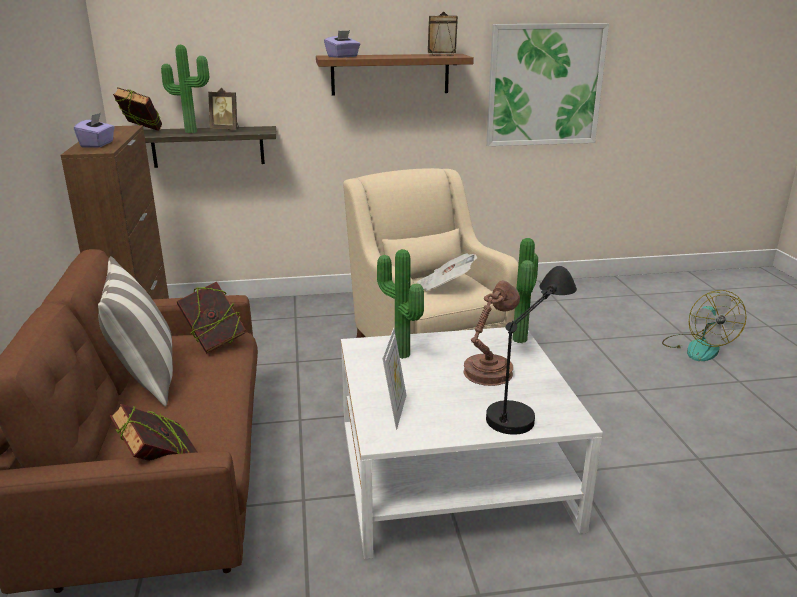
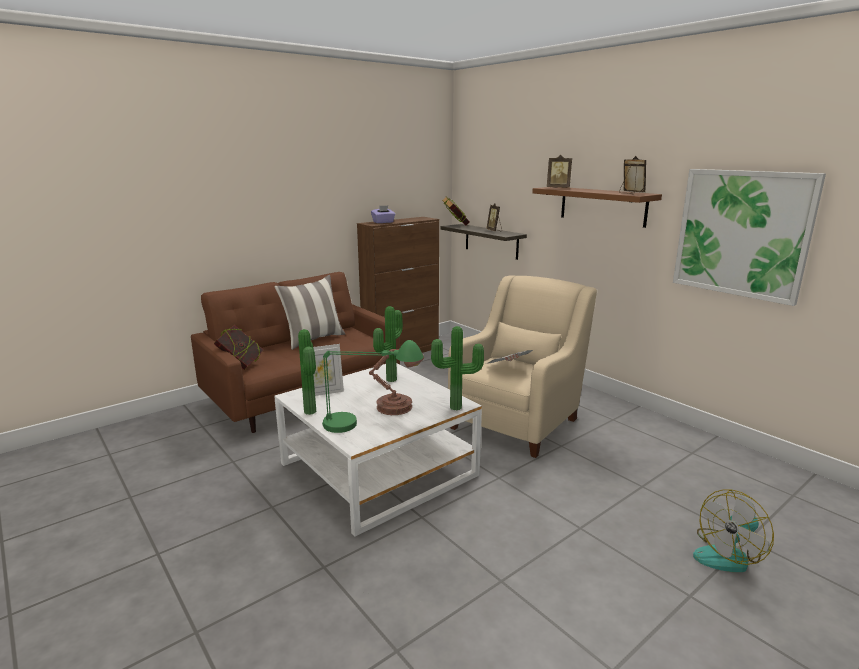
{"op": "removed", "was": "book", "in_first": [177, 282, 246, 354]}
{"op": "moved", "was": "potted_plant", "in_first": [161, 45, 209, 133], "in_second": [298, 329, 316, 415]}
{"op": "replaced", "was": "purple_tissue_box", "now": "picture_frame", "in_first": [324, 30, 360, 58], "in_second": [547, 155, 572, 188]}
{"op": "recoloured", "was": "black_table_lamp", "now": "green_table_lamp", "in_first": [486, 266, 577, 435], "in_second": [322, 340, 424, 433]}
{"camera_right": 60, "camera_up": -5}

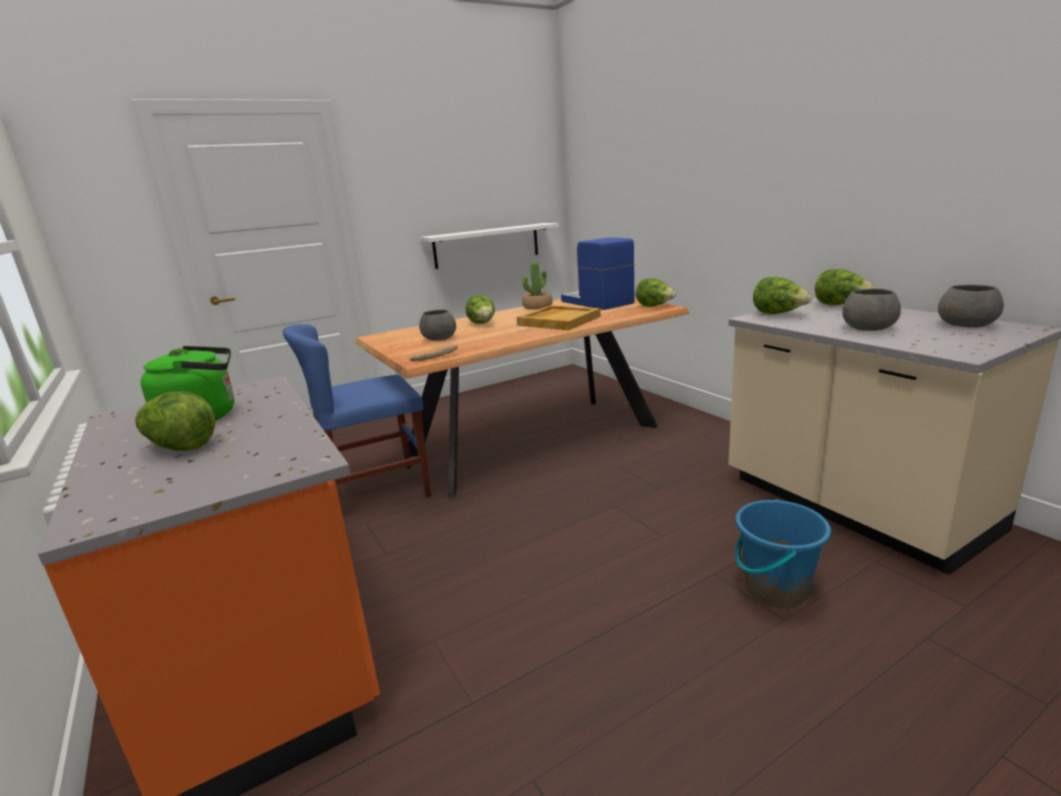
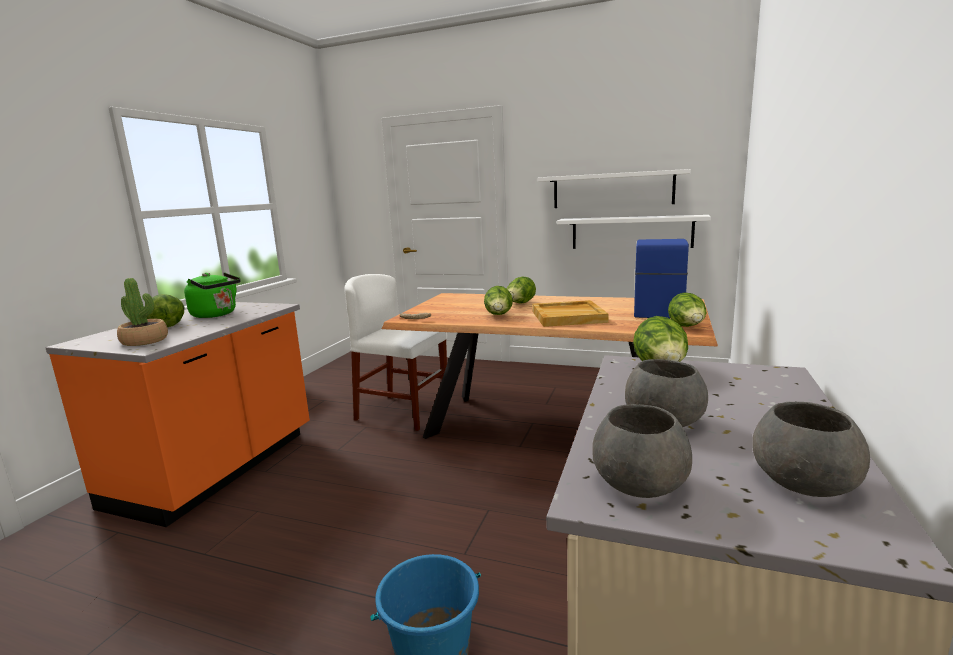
{"op": "added", "now": "white_shelf", "in_second": [537, 169, 691, 208]}
{"op": "moved", "was": "grey_bowl", "in_first": [419, 310, 456, 341], "in_second": [592, 404, 692, 498]}
{"op": "moved", "was": "potted_plant", "in_first": [522, 261, 553, 310], "in_second": [117, 278, 168, 346]}
{"op": "moved", "was": "lettuce", "in_first": [815, 269, 875, 305], "in_second": [484, 286, 513, 315]}
{"op": "recoloured", "was": "blue_chair", "now": "white_chair", "in_first": [283, 324, 431, 498], "in_second": [344, 274, 447, 431]}
{"camera_right": 50, "camera_up": -5}

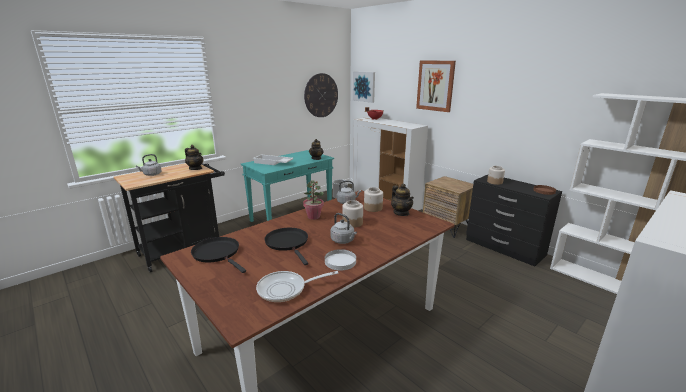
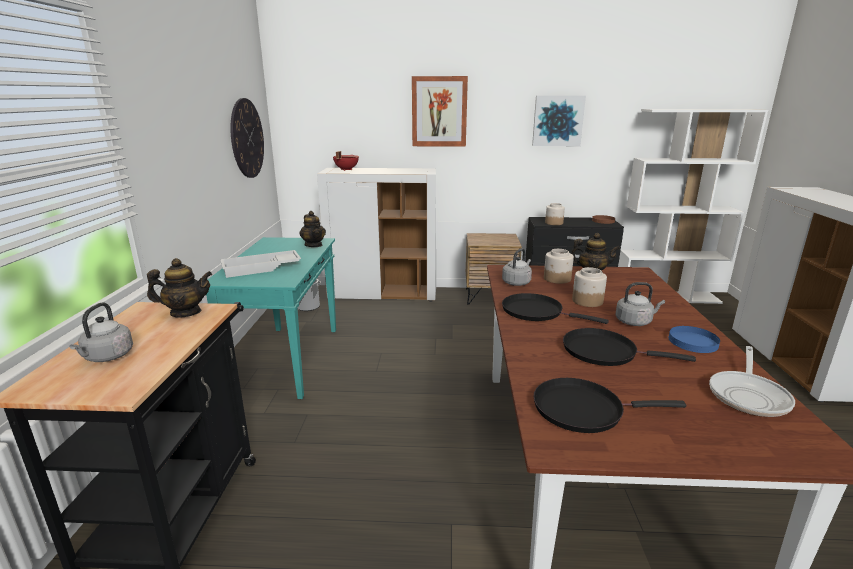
{"op": "moved", "was": "picture", "in_first": [353, 72, 375, 103], "in_second": [532, 96, 586, 146]}
{"op": "replaced", "was": "potted_plant", "now": "black_frying_pan", "in_first": [303, 180, 324, 220], "in_second": [502, 293, 609, 324]}
{"op": "recoloured", "was": "white_plate", "now": "blue_plate", "in_first": [325, 249, 356, 270], "in_second": [668, 326, 720, 353]}
{"camera_right": -45, "camera_up": 0}

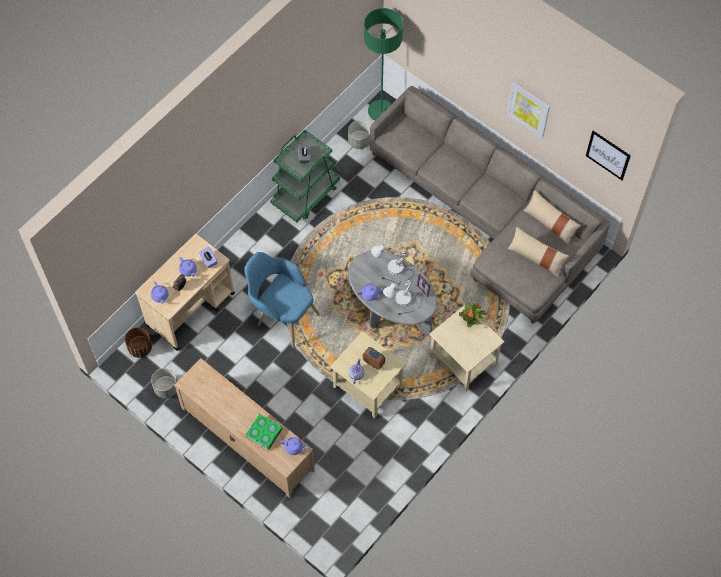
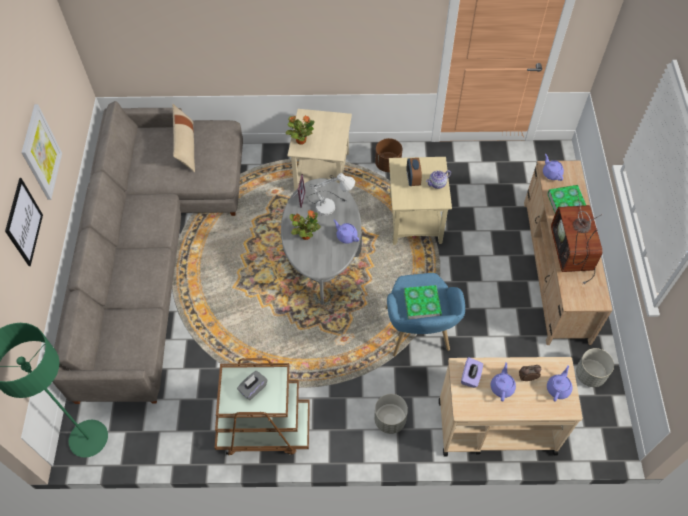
{"op": "removed", "was": "beige_pillow", "in_first": [524, 190, 581, 245]}
{"op": "added", "now": "book", "in_second": [404, 285, 442, 319]}
{"op": "added", "now": "television", "in_second": [551, 190, 603, 284]}
{"op": "moved", "was": "brown_planter", "in_first": [125, 327, 152, 358], "in_second": [375, 138, 402, 172]}
{"op": "moved", "was": "grey_planter", "in_first": [348, 120, 370, 149], "in_second": [374, 394, 408, 434]}
{"op": "moved", "was": "picture", "in_first": [586, 131, 631, 180], "in_second": [5, 178, 43, 266]}
{"op": "replaced", "was": "white_table_lamp", "now": "potted_plant", "in_first": [371, 244, 413, 283], "in_second": [290, 210, 321, 240]}
{"op": "recoloured", "was": "green_cart", "now": "brown_cart", "in_first": [270, 130, 340, 223], "in_second": [215, 358, 310, 456]}
{"camera_right": -130, "camera_up": -5}

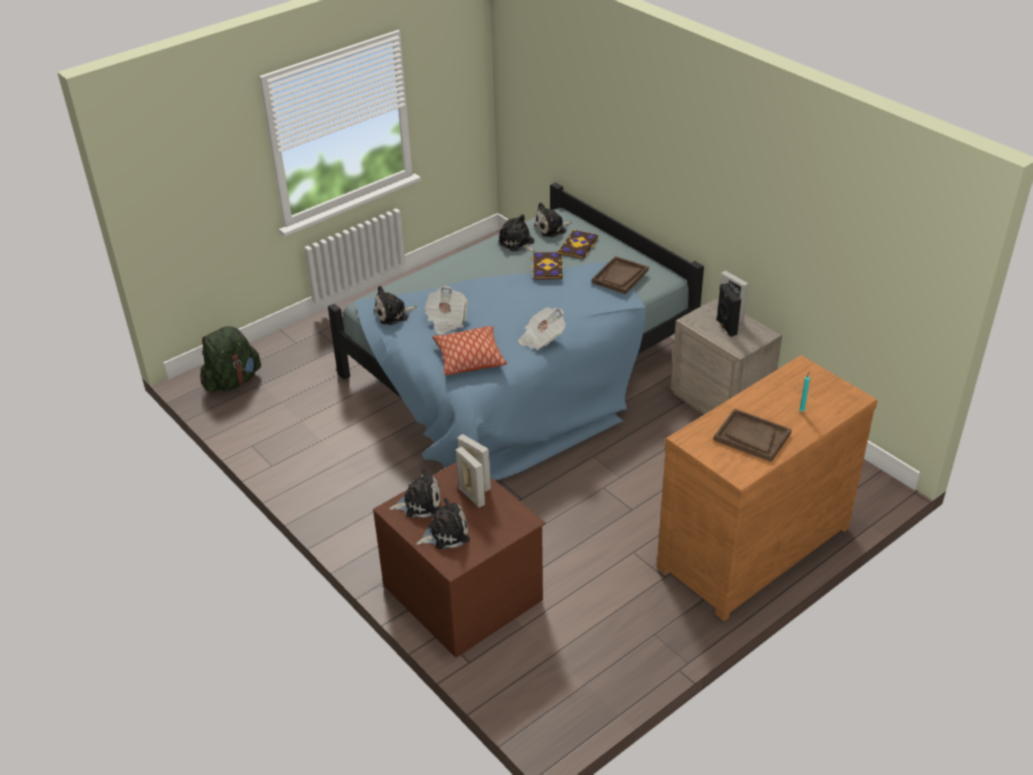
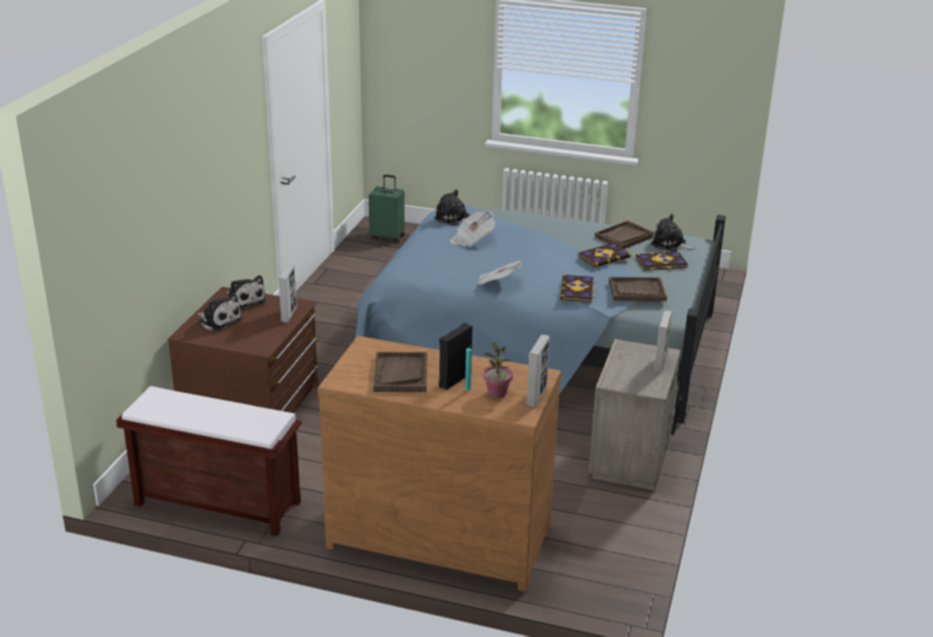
{"op": "removed", "was": "pillow", "in_first": [432, 326, 507, 375]}
{"op": "added", "now": "brown_bench", "in_second": [116, 386, 302, 536]}
{"op": "added", "now": "potted_plant", "in_second": [483, 341, 513, 398]}
{"op": "added", "now": "book", "in_second": [560, 274, 596, 302]}
{"op": "moved", "was": "picture_frame", "in_first": [456, 447, 485, 508], "in_second": [526, 334, 550, 407]}
{"op": "moved", "was": "black_speaker", "in_first": [716, 283, 741, 337], "in_second": [439, 323, 472, 390]}
{"op": "replaced", "was": "green_backpack", "now": "green_suitcase", "in_first": [200, 326, 261, 392], "in_second": [369, 175, 405, 243]}
{"op": "replaced", "was": "plush_toy", "now": "brown_tray", "in_first": [498, 214, 536, 252], "in_second": [595, 220, 654, 249]}
{"camera_right": 55, "camera_up": -10}

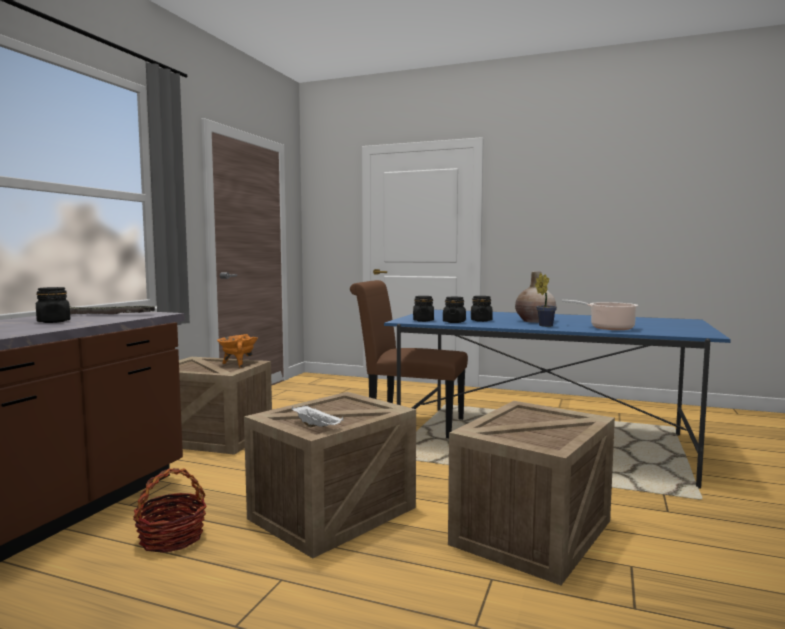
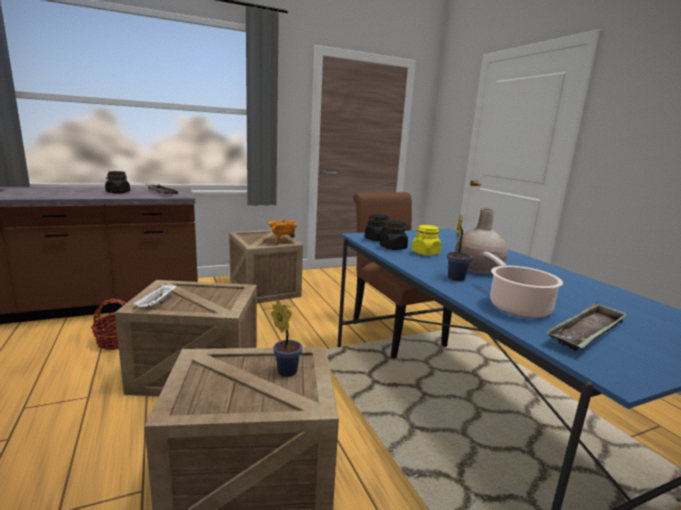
{"op": "added", "now": "potted_plant", "in_second": [271, 300, 302, 377]}
{"op": "added", "now": "tray", "in_second": [547, 302, 628, 351]}
{"op": "recoloured", "was": "black_jar", "now": "yellow_jar", "in_first": [471, 296, 493, 322], "in_second": [412, 225, 441, 256]}
{"camera_right": 45, "camera_up": 10}

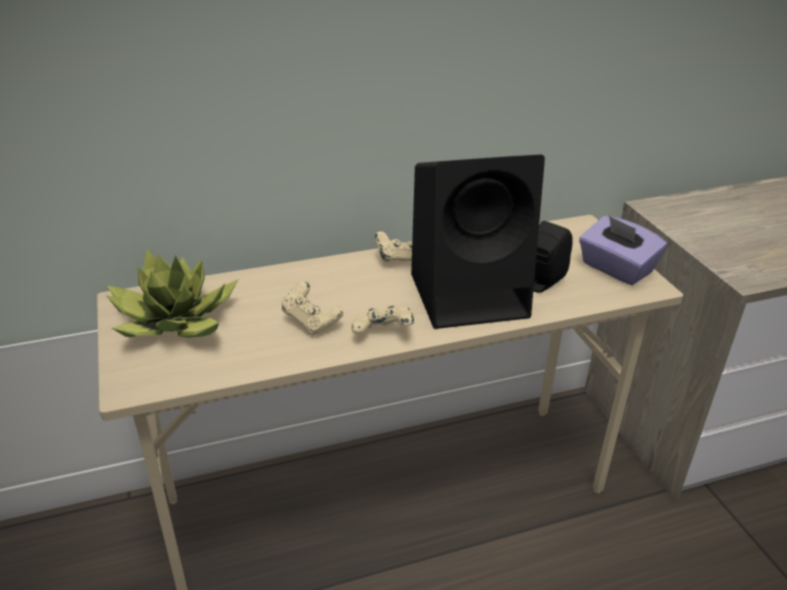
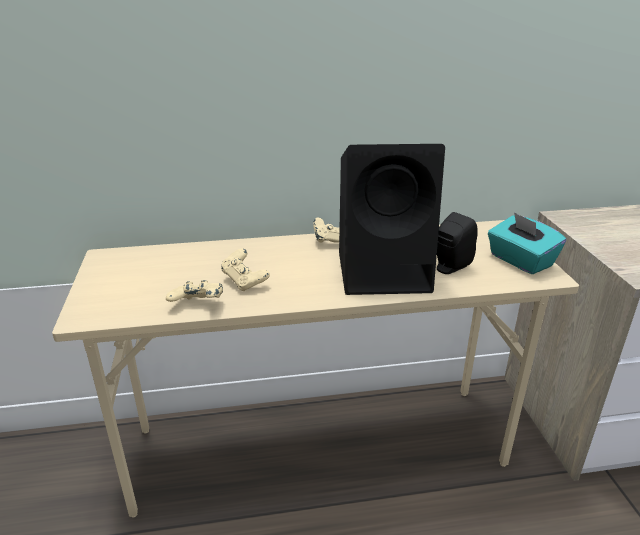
{"op": "removed", "was": "potted_plant", "in_first": [107, 250, 238, 338]}
{"op": "moved", "was": "beige_game_controller", "in_first": [352, 305, 414, 334], "in_second": [166, 280, 223, 302]}
{"op": "recoloured", "was": "purple_tissue_box", "now": "turquoise_tissue_box", "in_first": [579, 216, 667, 285], "in_second": [488, 212, 566, 275]}
{"camera_right": 10, "camera_up": -5}

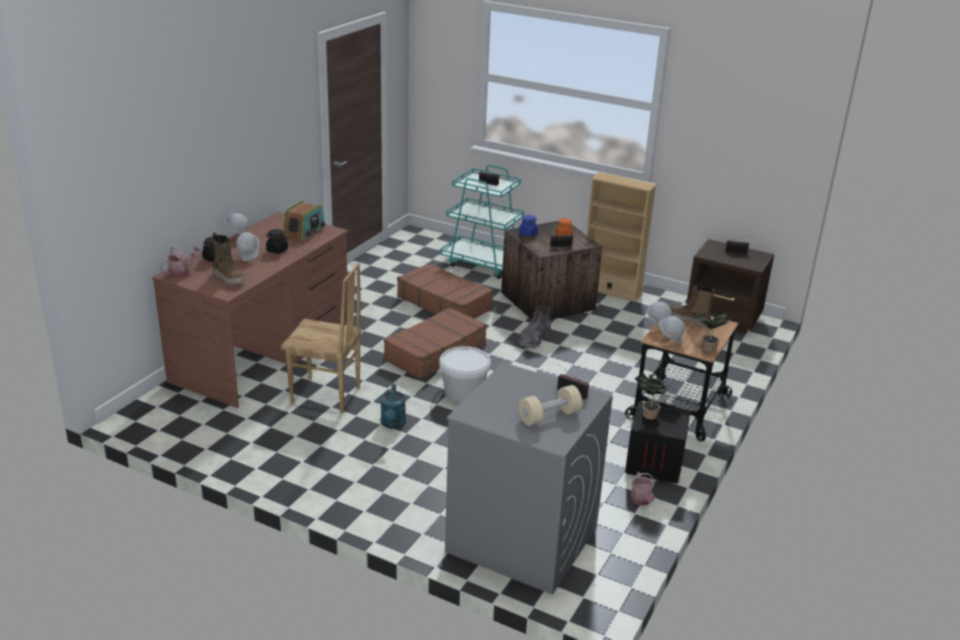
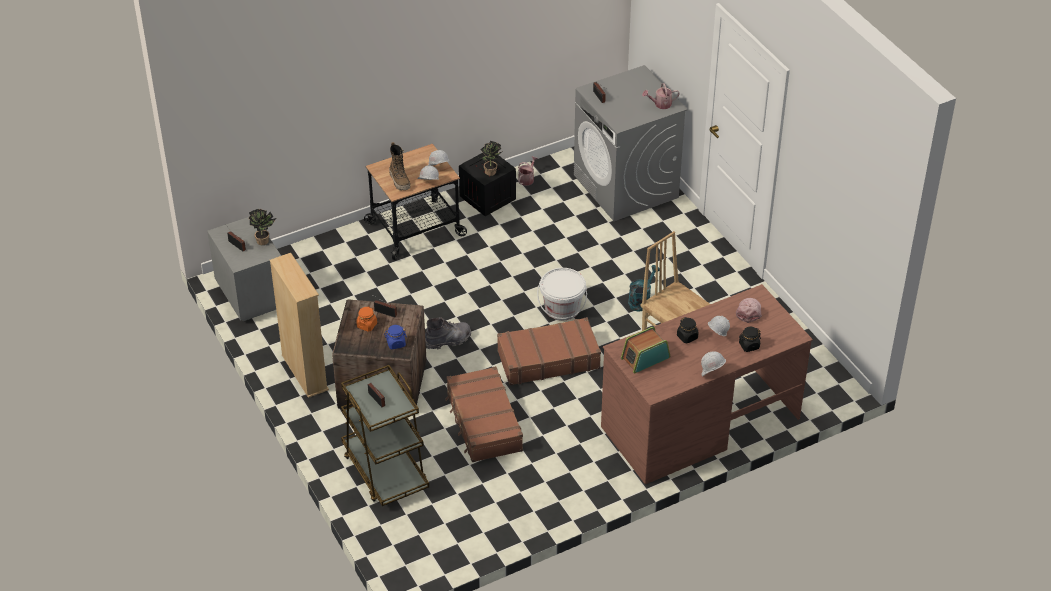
{"op": "removed", "was": "beige_dumbbell", "in_first": [519, 385, 582, 426]}
{"op": "moved", "was": "watering_can", "in_first": [160, 245, 201, 278], "in_second": [642, 83, 680, 109]}
{"op": "moved", "was": "potted_plant", "in_first": [694, 310, 732, 352], "in_second": [249, 209, 276, 245]}
{"op": "replaced", "was": "boot", "now": "pink_cap", "in_first": [212, 232, 245, 285], "in_second": [736, 298, 762, 323]}
{"op": "recoloured", "was": "turquoise_cart", "now": "brown_cart", "in_first": [439, 165, 524, 279], "in_second": [341, 365, 429, 506]}
{"op": "recoloured", "was": "brown_nightstand", "now": "grey_nightstand", "in_first": [687, 239, 774, 334], "in_second": [207, 217, 281, 321]}
{"camera_right": -145, "camera_up": 15}

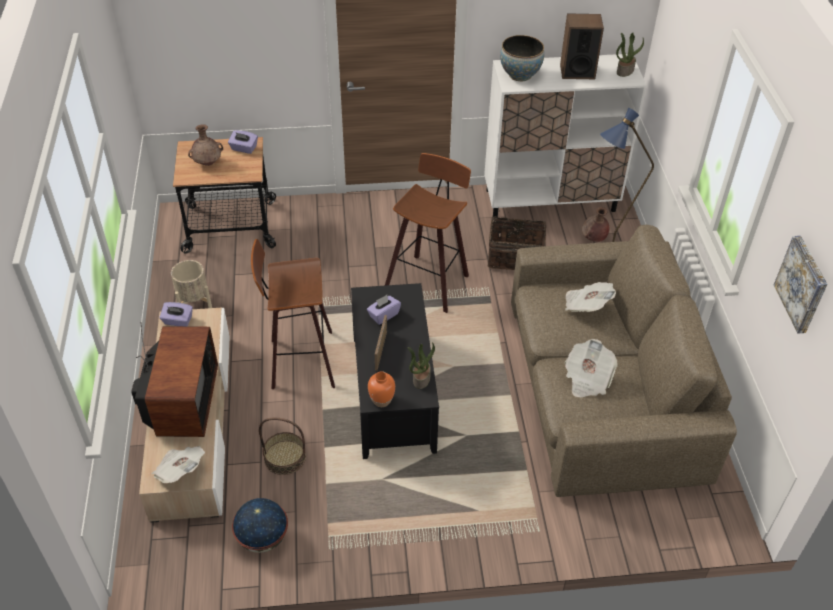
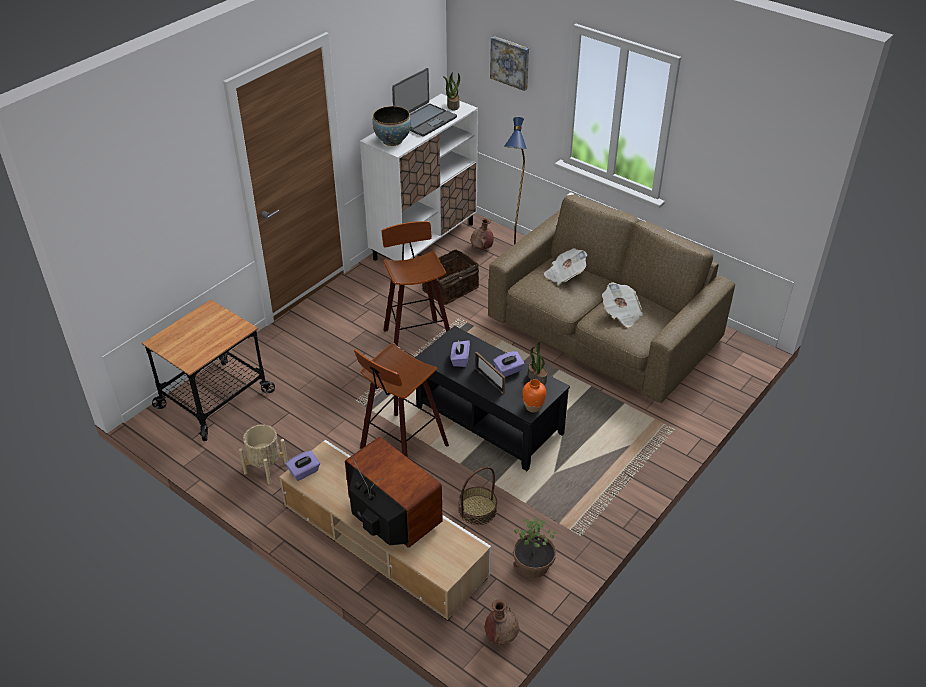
{"op": "removed", "was": "newspaper", "in_first": [151, 446, 205, 483]}
{"op": "moved", "was": "brown_vase", "in_first": [188, 124, 223, 166], "in_second": [485, 600, 519, 644]}
{"op": "moved", "was": "purple_tissue_box", "in_first": [228, 130, 258, 154], "in_second": [493, 351, 525, 377]}
{"op": "moved", "was": "picture", "in_first": [774, 236, 828, 334], "in_second": [490, 36, 529, 91]}
{"op": "replaced", "was": "globe", "now": "potted_plant", "in_first": [232, 498, 288, 553], "in_second": [513, 519, 558, 578]}
{"op": "replaced", "was": "speaker", "now": "laptop", "in_first": [560, 13, 604, 79], "in_second": [392, 68, 457, 137]}
{"camera_right": -45, "camera_up": -5}

